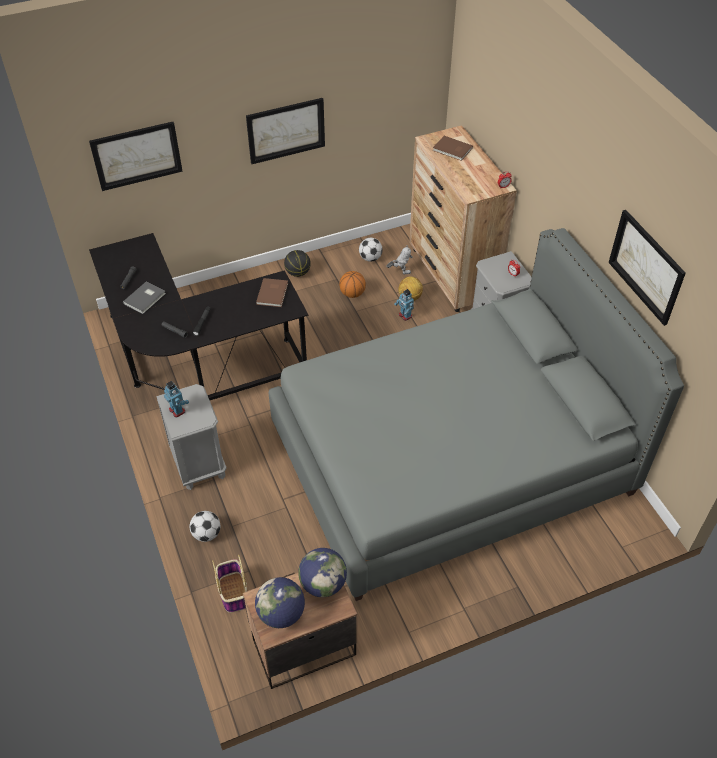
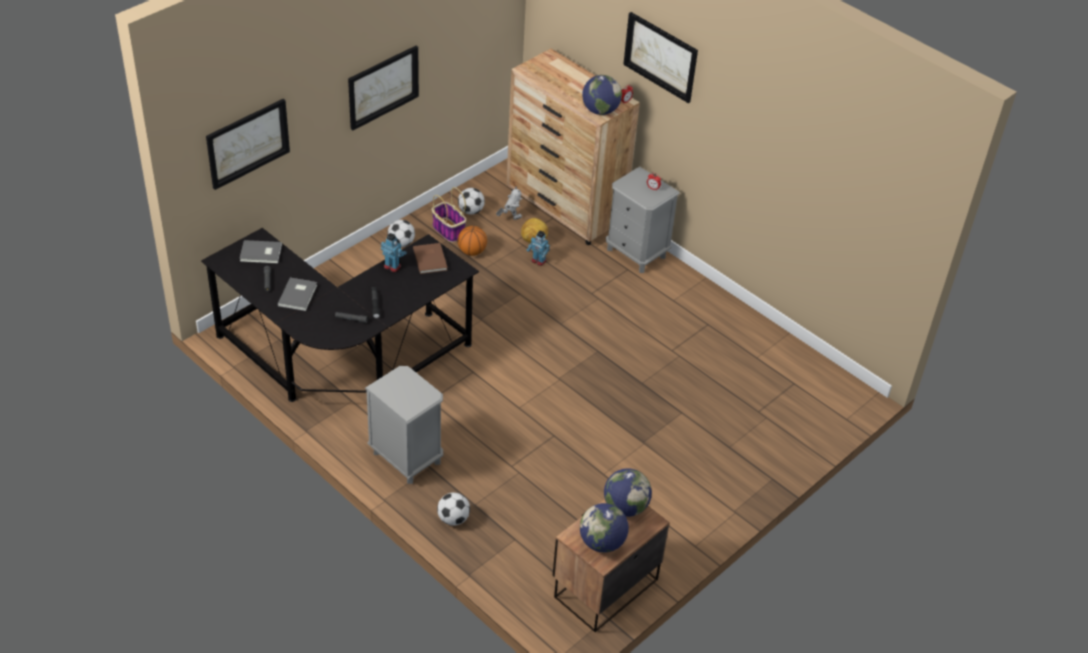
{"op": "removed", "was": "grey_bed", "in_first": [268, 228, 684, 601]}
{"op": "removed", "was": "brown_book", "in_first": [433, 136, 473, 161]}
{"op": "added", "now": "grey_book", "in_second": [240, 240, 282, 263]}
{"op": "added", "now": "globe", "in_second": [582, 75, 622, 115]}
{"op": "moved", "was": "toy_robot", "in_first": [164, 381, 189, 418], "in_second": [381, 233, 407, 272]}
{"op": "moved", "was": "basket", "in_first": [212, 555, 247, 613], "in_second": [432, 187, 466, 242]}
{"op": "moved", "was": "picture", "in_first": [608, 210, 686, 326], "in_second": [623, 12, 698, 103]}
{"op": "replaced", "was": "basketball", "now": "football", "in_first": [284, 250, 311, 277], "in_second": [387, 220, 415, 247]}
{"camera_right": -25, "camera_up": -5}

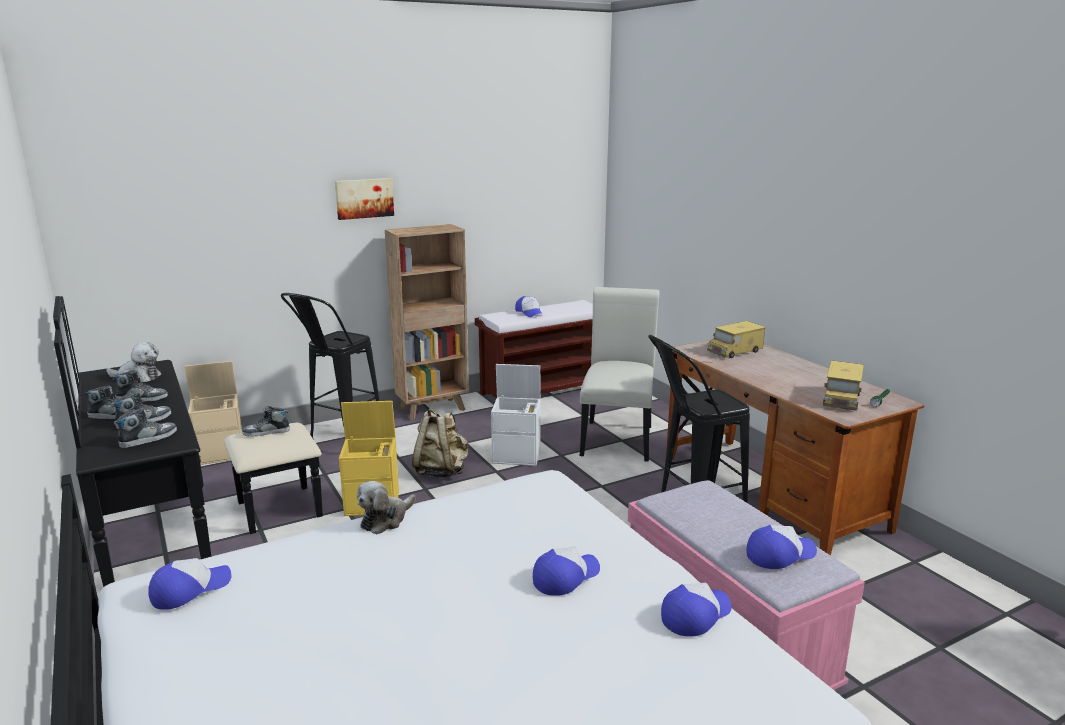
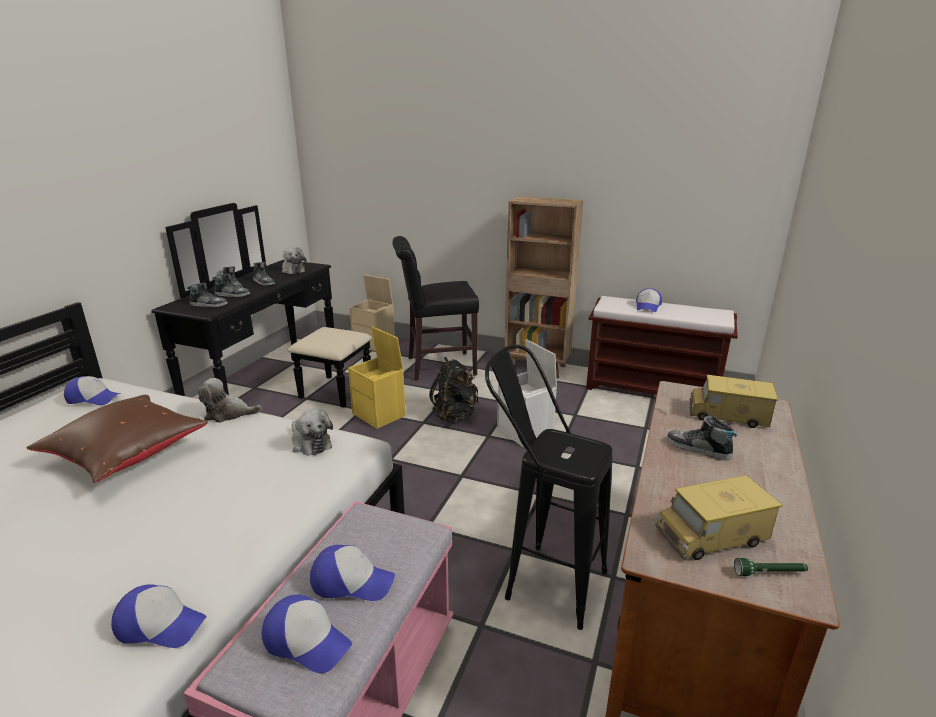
{"op": "removed", "was": "picture", "in_first": [335, 178, 394, 220]}
{"op": "removed", "was": "white_chair", "in_first": [580, 287, 660, 462]}
{"op": "added", "now": "brown_pillow", "in_second": [26, 395, 208, 483]}
{"op": "added", "now": "plush_toy", "in_second": [292, 409, 333, 455]}
{"op": "moved", "was": "shoe", "in_first": [242, 406, 290, 437], "in_second": [667, 416, 738, 460]}
{"op": "moved", "was": "cap", "in_first": [533, 547, 600, 596], "in_second": [310, 545, 395, 601]}
{"op": "replaced", "was": "black_stool", "now": "black_chair", "in_first": [281, 293, 379, 438], "in_second": [393, 236, 479, 381]}
{"op": "recoloured", "was": "beige_backpack", "now": "black_backpack", "in_first": [412, 408, 469, 478], "in_second": [429, 357, 478, 423]}
{"camera_right": 50, "camera_up": 5}

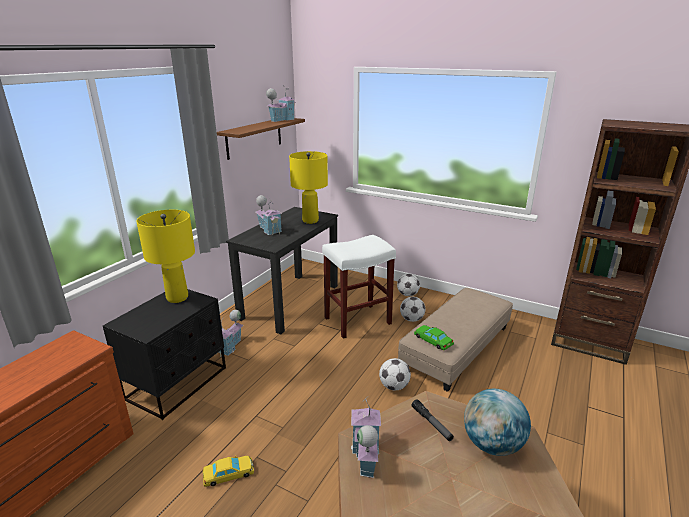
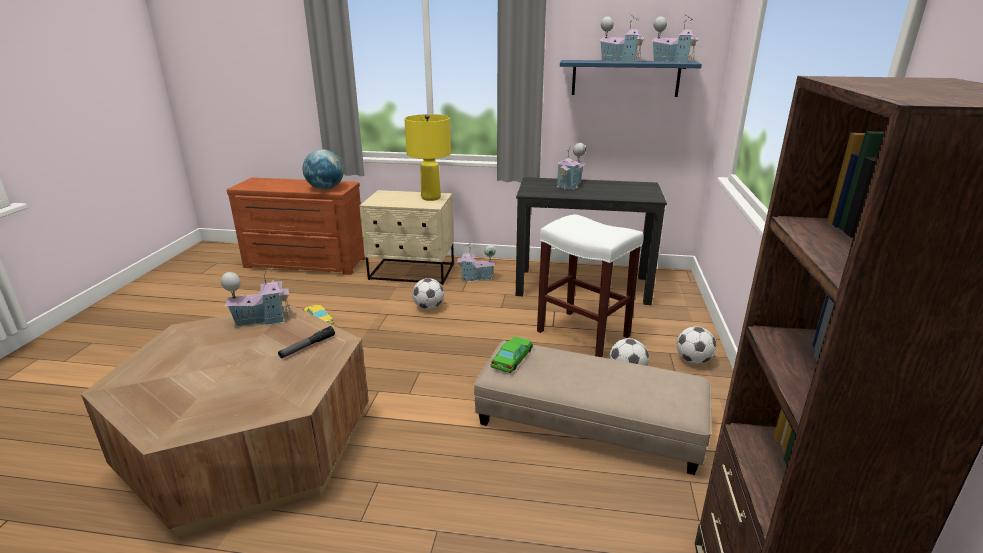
{"op": "removed", "was": "yellow_table_lamp", "in_first": [289, 151, 328, 224]}
{"op": "added", "now": "toy_house", "in_second": [599, 14, 645, 62]}
{"op": "moved", "was": "football", "in_first": [379, 358, 411, 390], "in_second": [412, 278, 444, 310]}
{"op": "moved", "was": "globe", "in_first": [464, 388, 531, 456], "in_second": [303, 150, 344, 190]}
{"op": "recoloured", "was": "black_nightstand", "now": "beige_nightstand", "in_first": [103, 289, 226, 420], "in_second": [359, 190, 454, 285]}
{"op": "recoloured", "was": "brown_shelf", "now": "blue_shelf", "in_first": [217, 118, 305, 160], "in_second": [560, 60, 702, 97]}
{"camera_right": 70, "camera_up": 0}

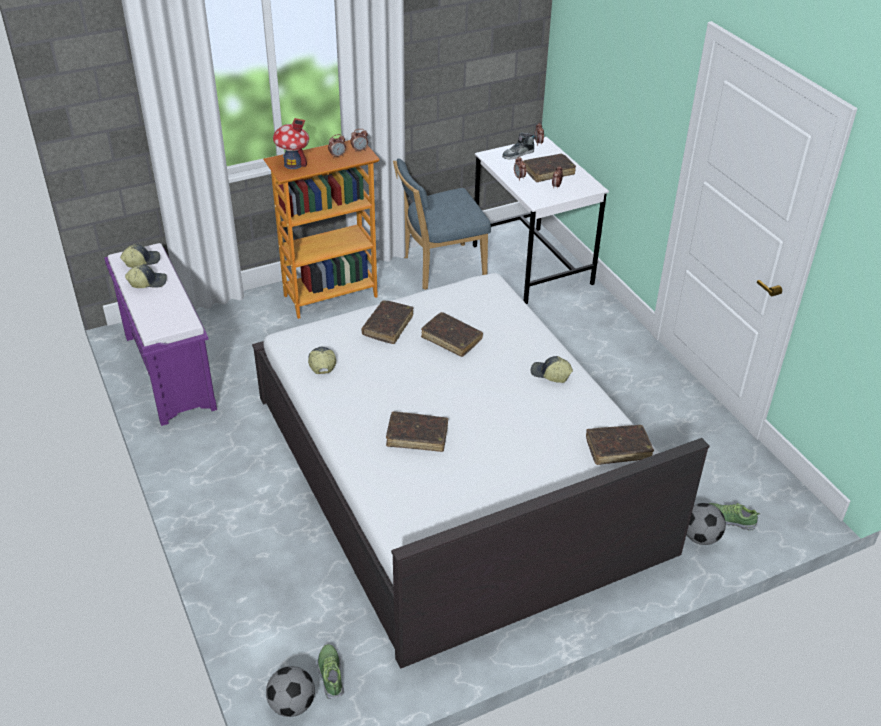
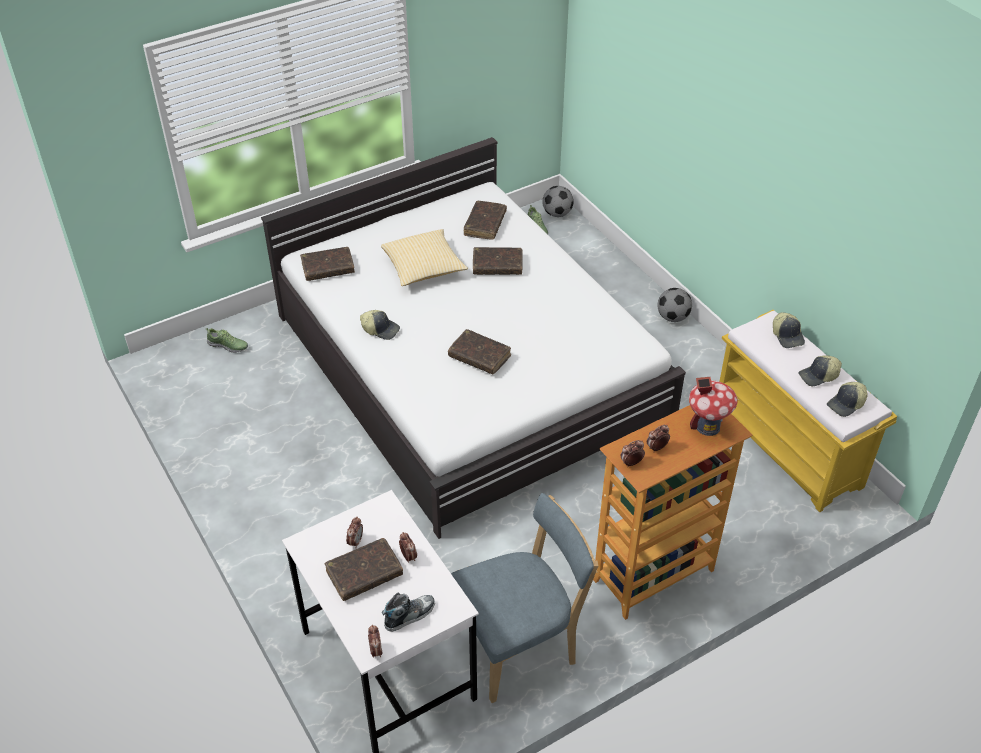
{"op": "added", "now": "pillow", "in_second": [381, 229, 468, 286]}
{"op": "moved", "was": "cap", "in_first": [308, 347, 336, 374], "in_second": [773, 313, 805, 348]}
{"op": "moved", "was": "brown_book", "in_first": [361, 301, 413, 344], "in_second": [464, 201, 507, 240]}
{"op": "moved", "was": "football", "in_first": [686, 503, 726, 545], "in_second": [658, 288, 692, 322]}
{"op": "recoloured", "was": "purple_bench", "now": "yellow_bench", "in_first": [104, 243, 217, 426], "in_second": [719, 310, 897, 512]}
{"camera_right": 175, "camera_up": 5}

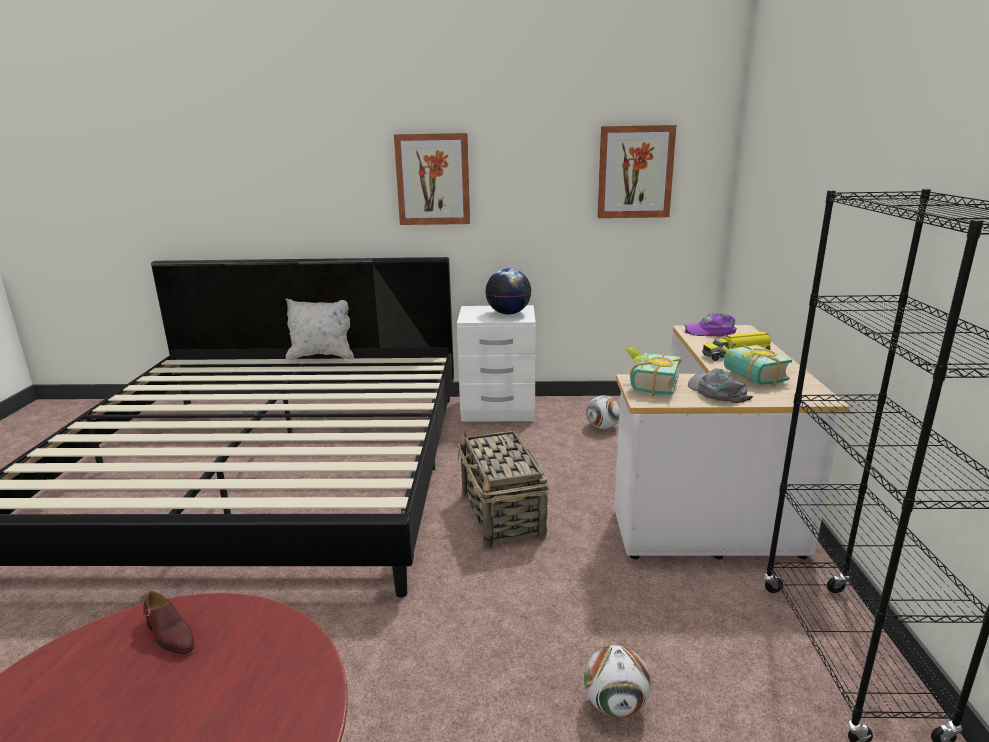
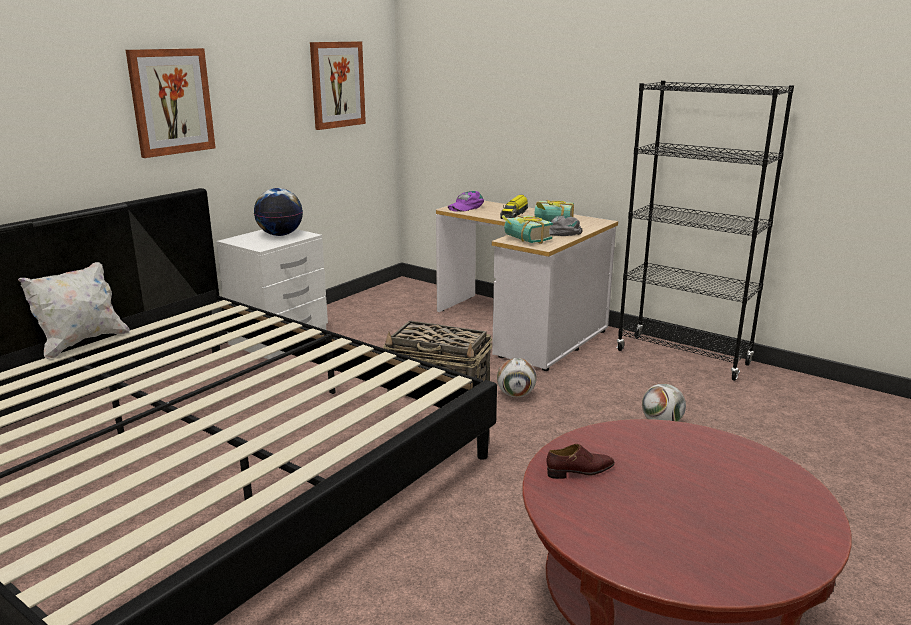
{"op": "moved", "was": "football", "in_first": [586, 395, 620, 429], "in_second": [497, 358, 537, 397]}
{"camera_right": -55, "camera_up": 0}

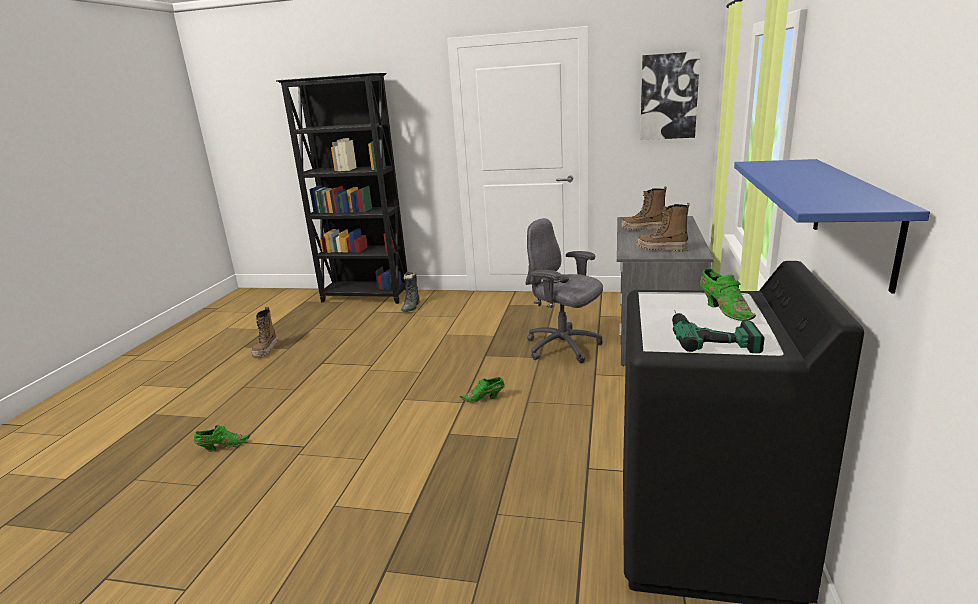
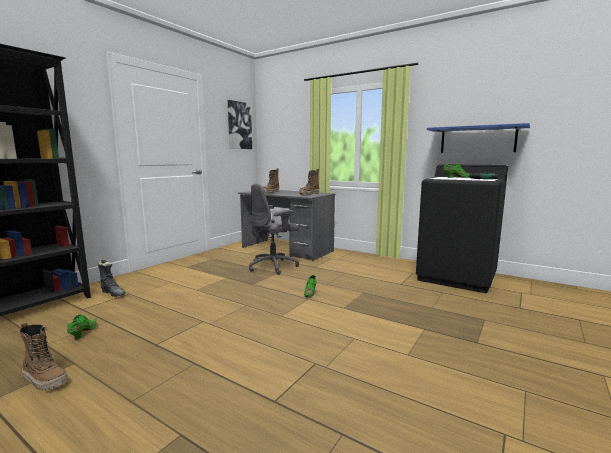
{"op": "moved", "was": "green_shoe", "in_first": [194, 425, 250, 452], "in_second": [67, 314, 97, 339]}
{"camera_right": -70, "camera_up": -10}

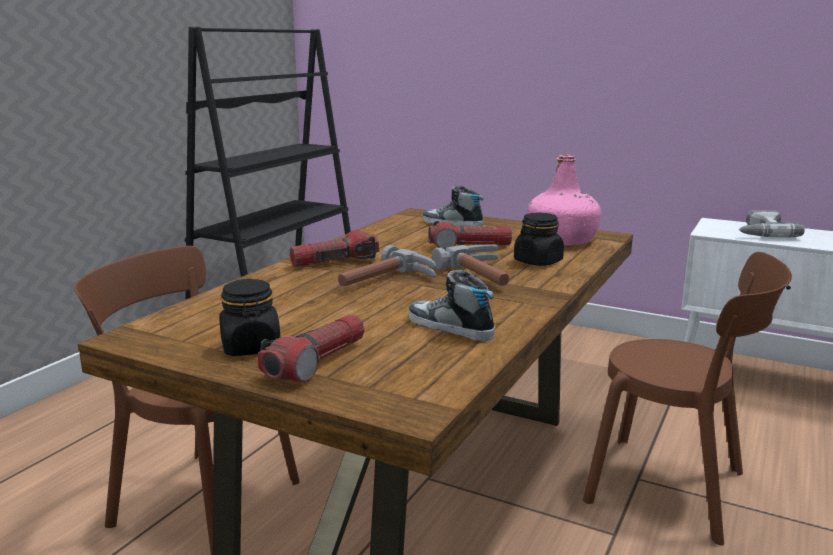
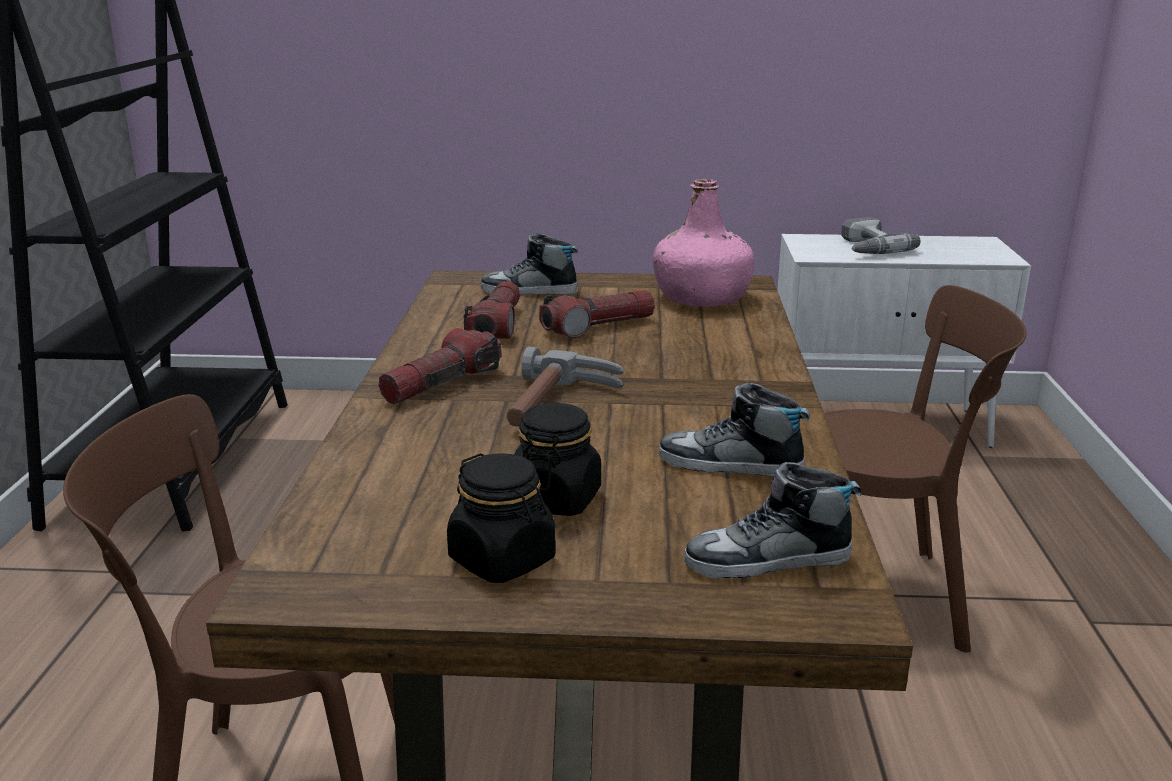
{"op": "removed", "was": "hammer", "in_first": [432, 245, 509, 286]}
{"op": "added", "now": "shoe", "in_second": [684, 462, 862, 578]}
{"op": "moved", "was": "flashlight", "in_first": [258, 314, 365, 382], "in_second": [464, 281, 521, 339]}
{"op": "moved", "was": "black_jar", "in_first": [514, 213, 564, 266], "in_second": [514, 403, 601, 516]}
{"camera_right": -25, "camera_up": 5}

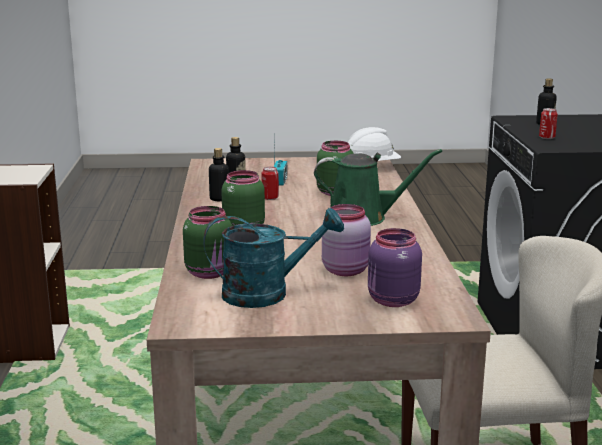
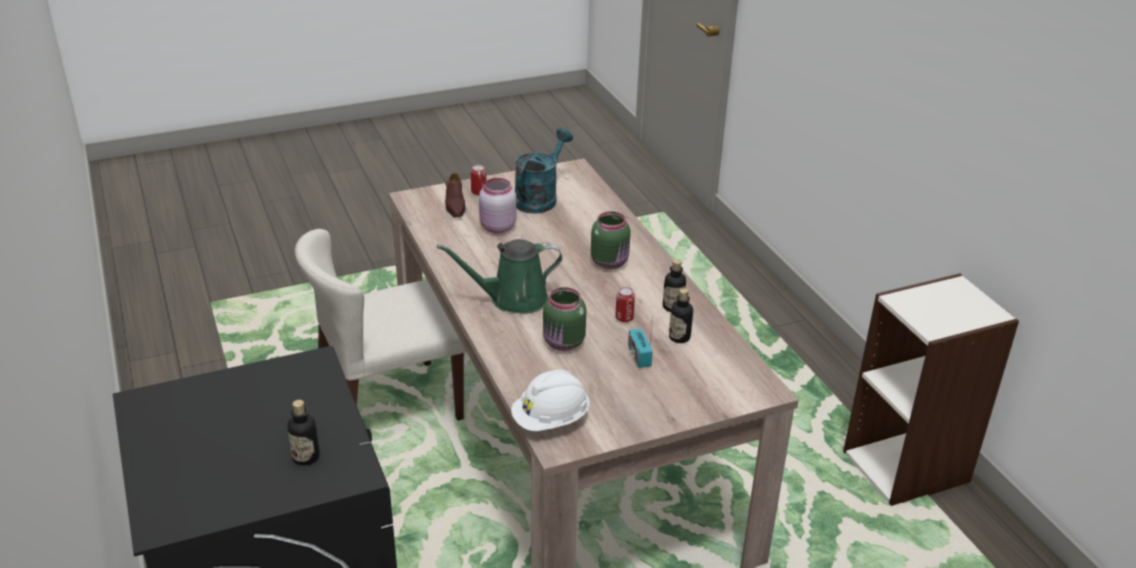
{"op": "removed", "was": "green_jar", "in_first": [183, 206, 232, 279]}
{"op": "moved", "was": "can", "in_first": [539, 108, 558, 139], "in_second": [471, 165, 486, 195]}
{"op": "replaced", "was": "purple_jar", "now": "brown_shoe", "in_first": [368, 228, 422, 307], "in_second": [445, 172, 466, 217]}
{"op": "turned", "was": "turquoise_watering_can", "in_first": [203, 208, 344, 308], "in_second": [515, 128, 573, 214], "clockwise": 150}
{"camera_right": 160, "camera_up": 15}

